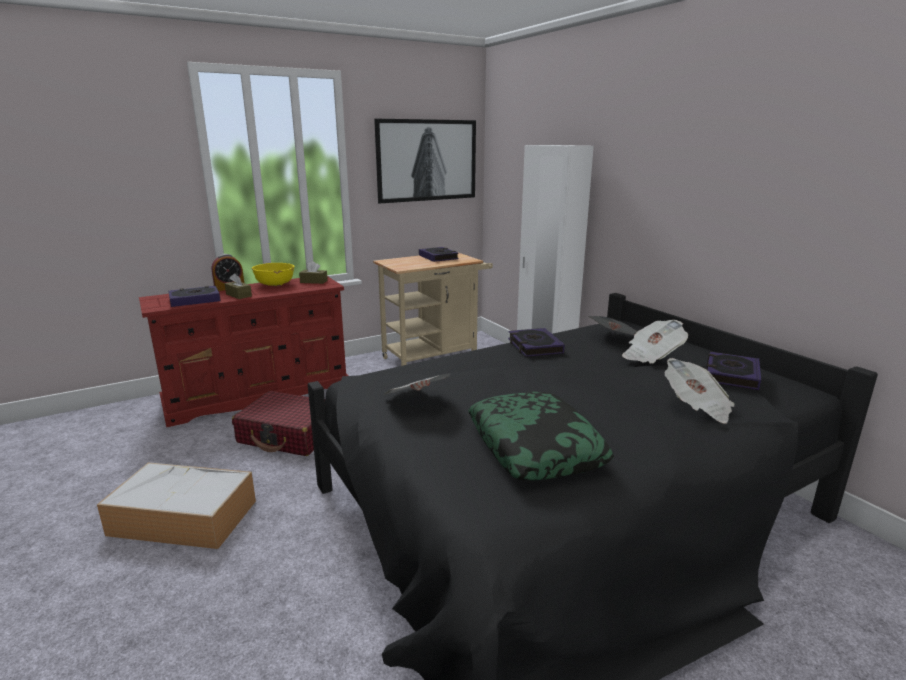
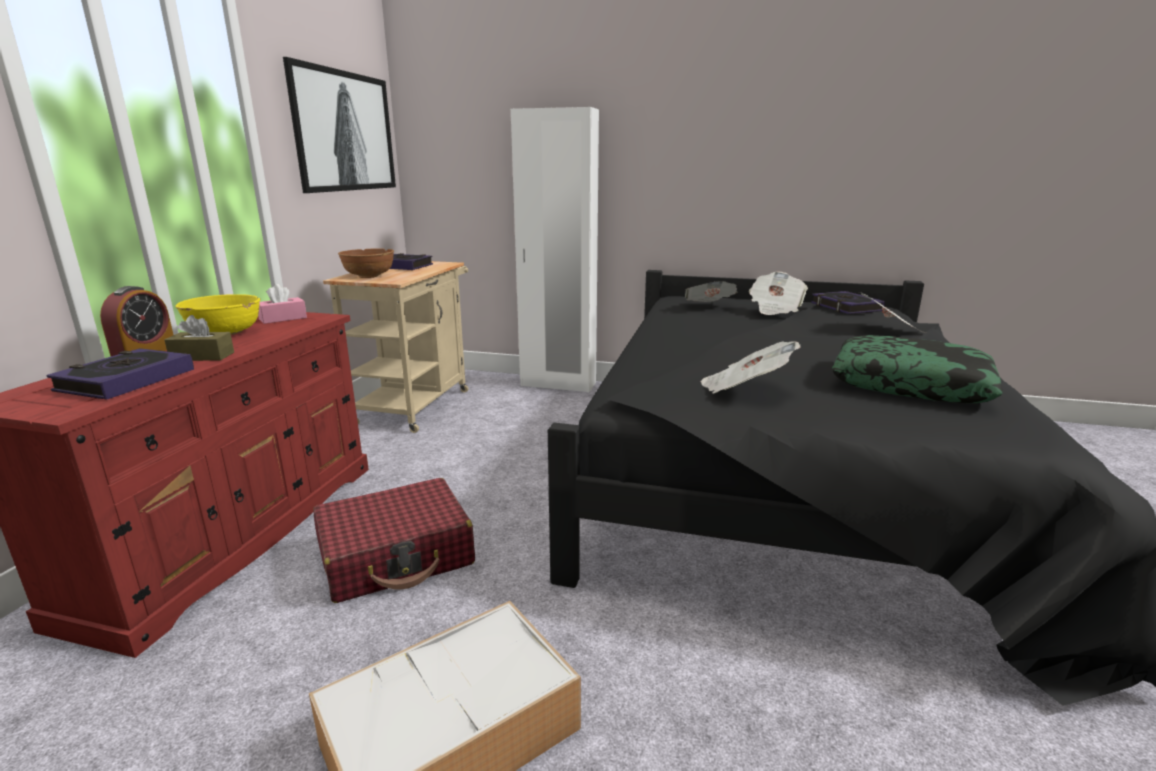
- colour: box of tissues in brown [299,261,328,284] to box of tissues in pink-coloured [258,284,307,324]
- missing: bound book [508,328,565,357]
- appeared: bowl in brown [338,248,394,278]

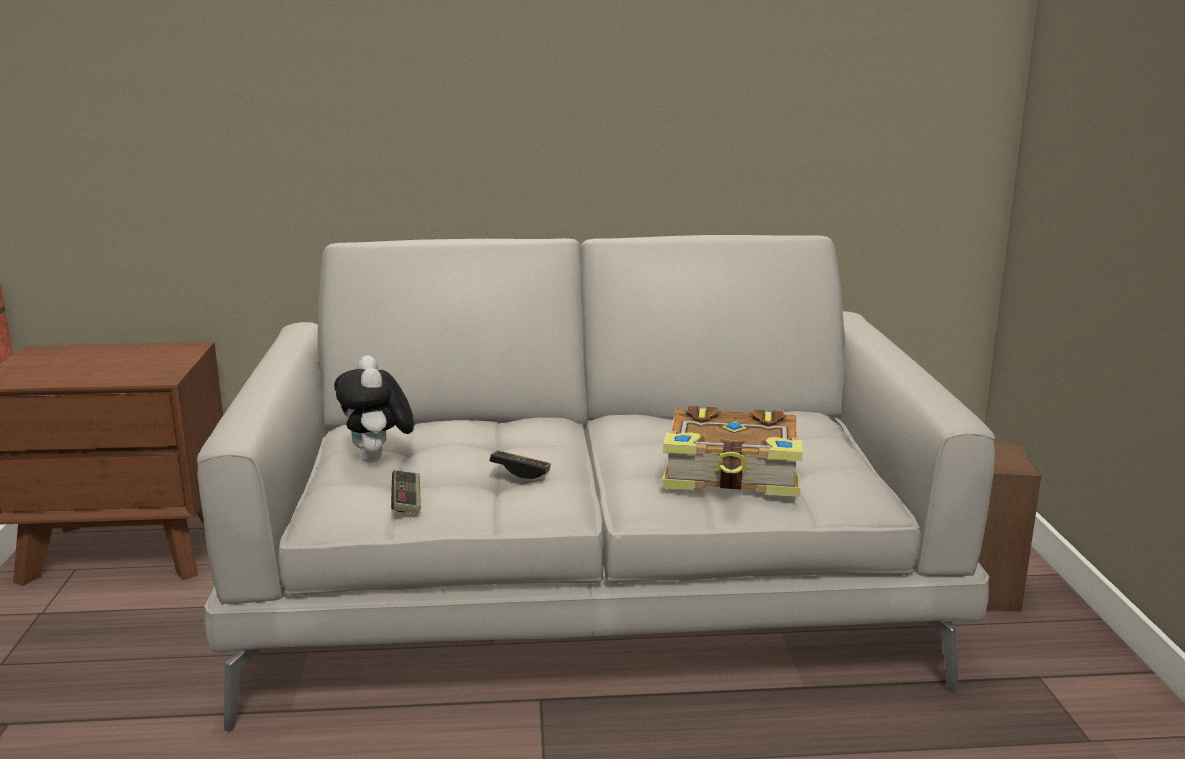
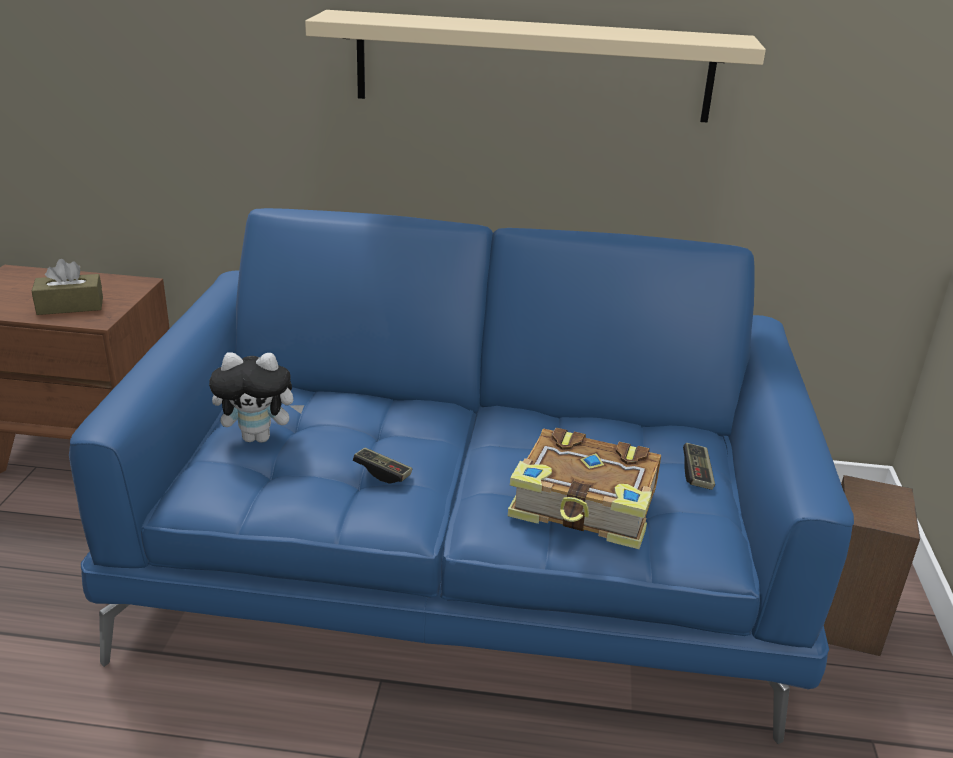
- colour: sofa in greyish [197,235,995,732] to sofa in bluish [69,208,854,744]
- spun: plush toy [334,355,414,462] = [209,352,304,443] 90 degrees counterclockwise
- relocated: joypad [391,470,421,513] to [683,443,715,490]
- appeared: box of tissues in brown [32,259,103,315]
- appeared: shelf in sand-coloured [305,10,766,123]

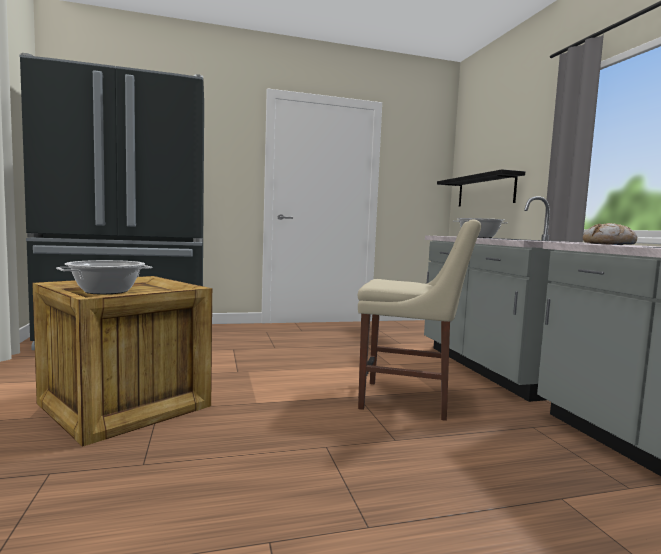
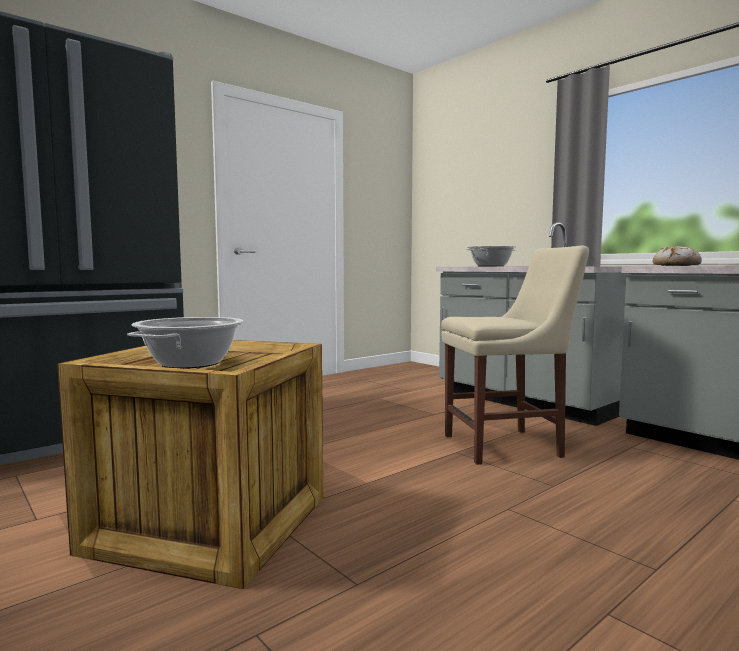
- missing: shelf in blackish [437,169,525,207]

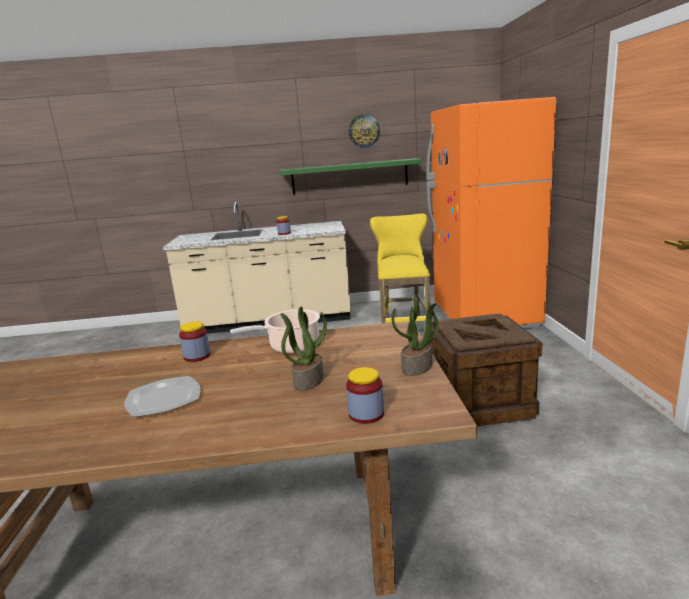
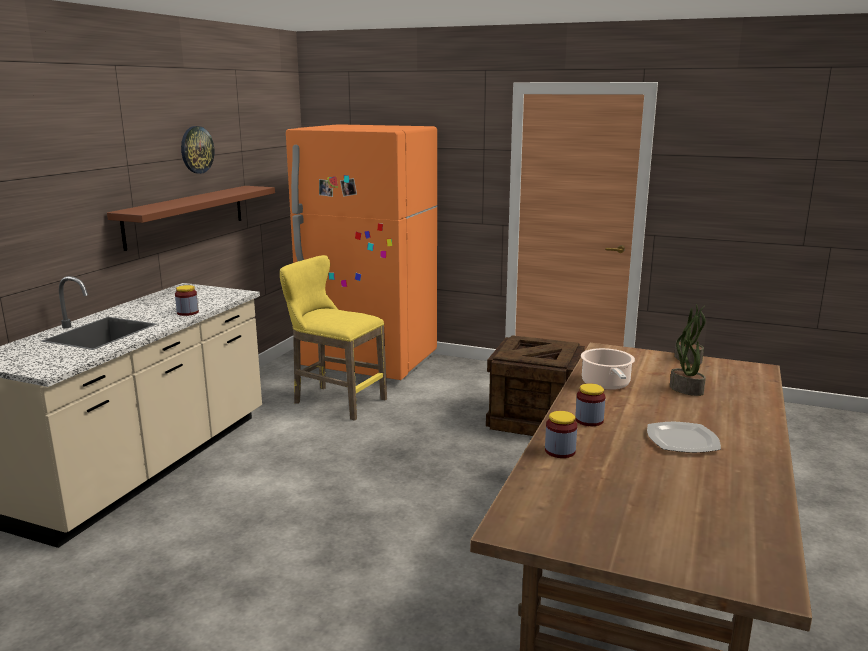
- colour: shelf in green [280,158,422,194] to shelf in brown [107,186,275,251]
- relocated: jar [346,367,384,424] to [545,411,577,458]

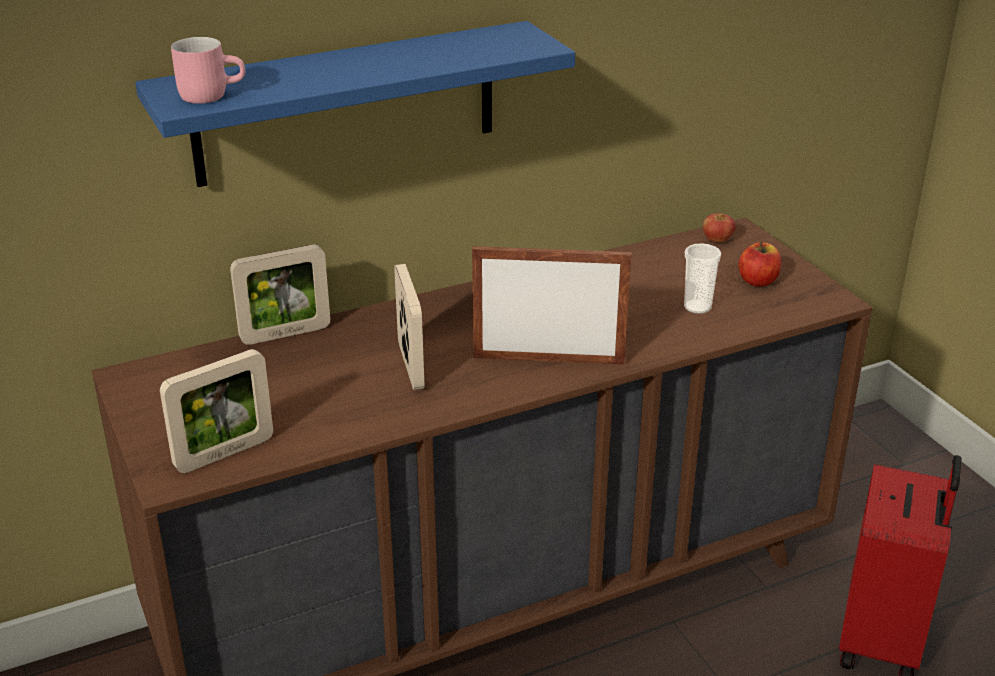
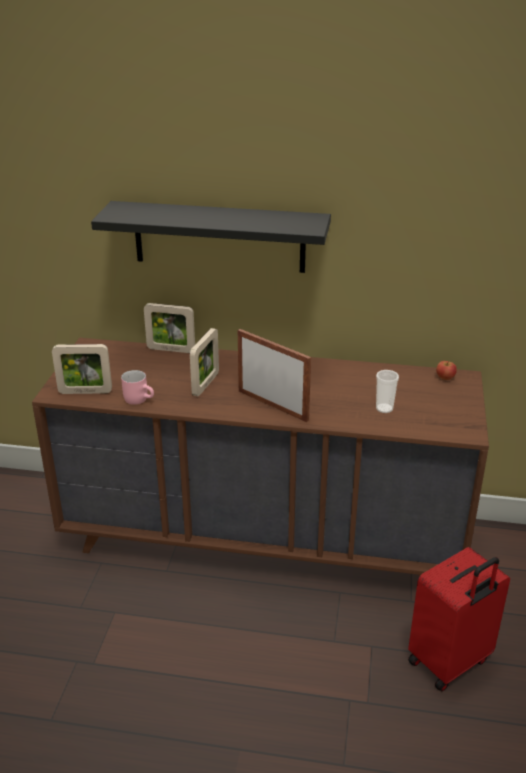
- colour: shelf in bluish [135,21,575,187] to shelf in blackish [91,201,331,273]
- relocated: mug in pink-coloured [171,37,245,104] to [121,370,154,405]
- missing: apple [738,241,781,286]

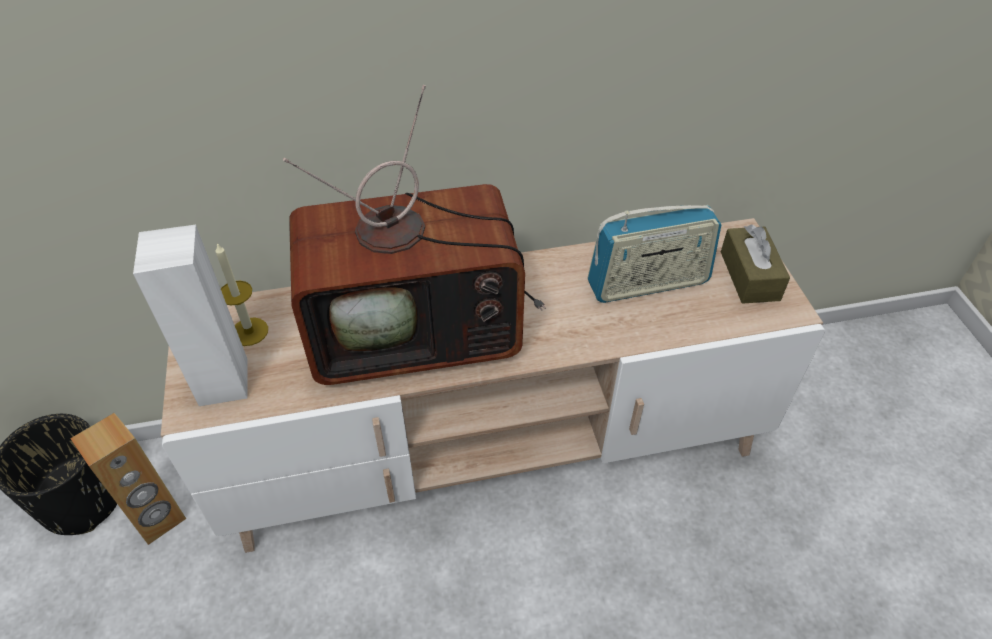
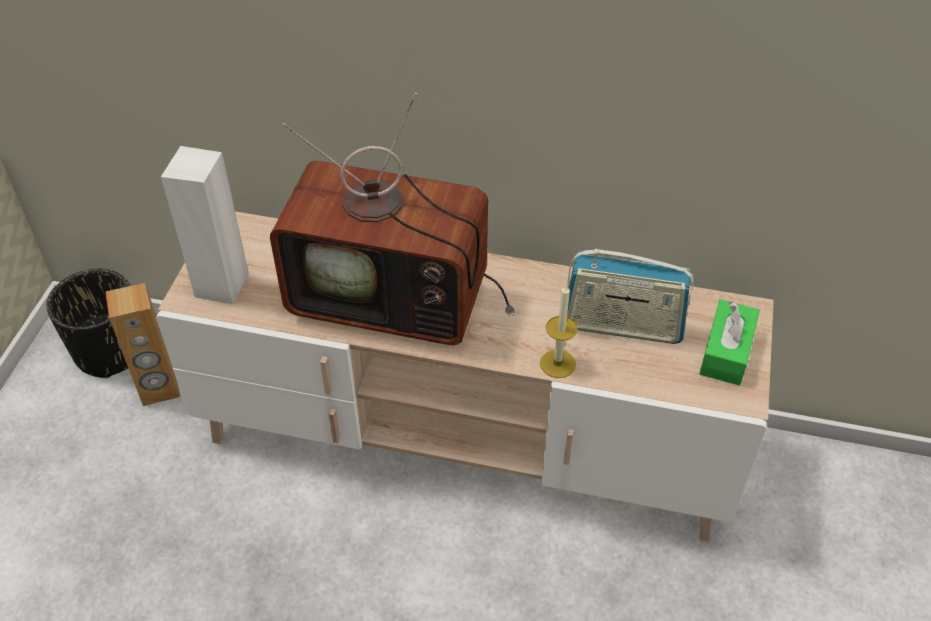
- relocated: wax light [215,243,268,346] to [540,284,578,378]
- colour: box of tissues in brown [721,225,790,304] to box of tissues in green [699,299,760,386]

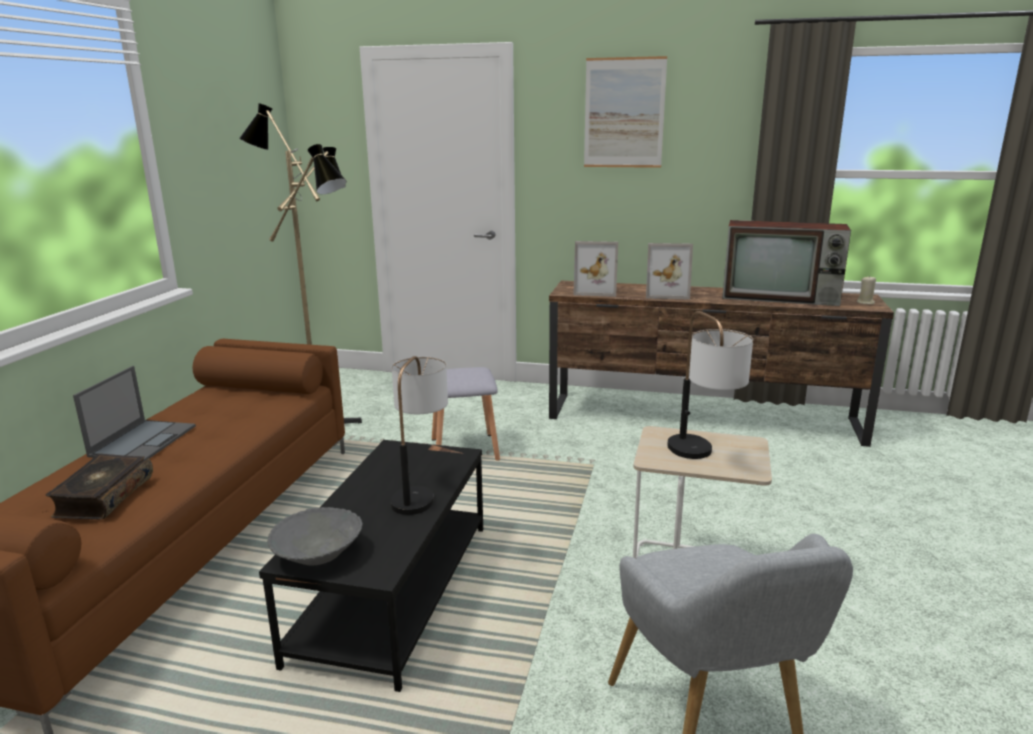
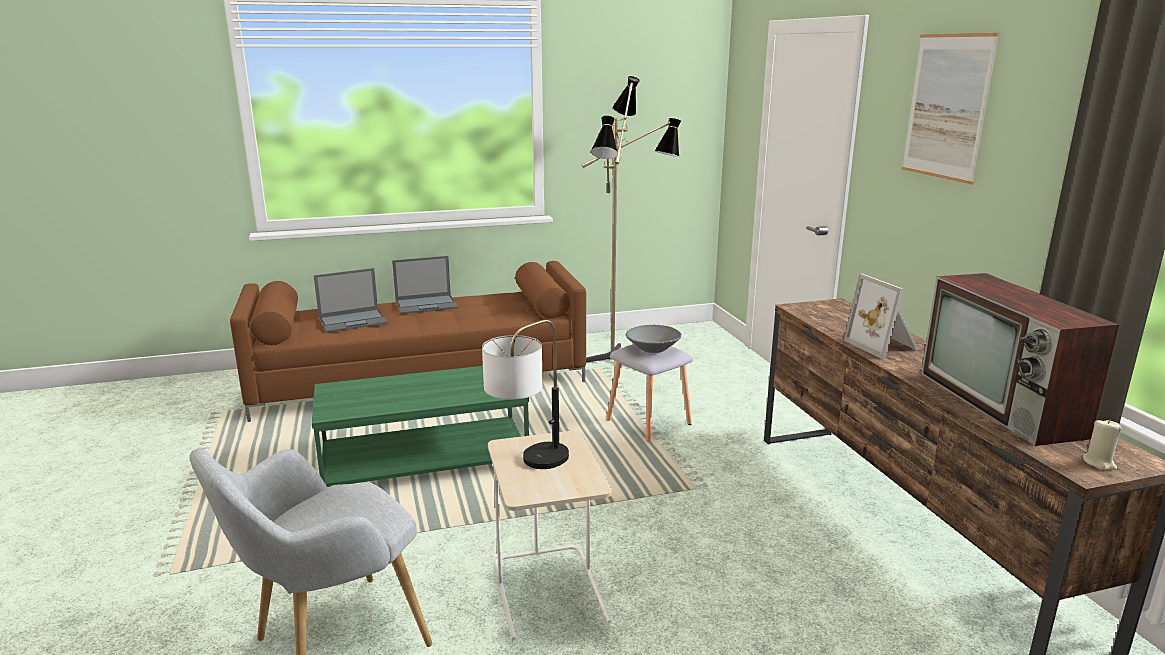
- exchanged: bound book [46,454,153,520] to notebook computer [314,268,388,333]
- colour: coffee table in blackish [259,440,483,692] to coffee table in green [312,366,529,487]
- relocated: bowl in greyish [267,507,363,565] to [626,325,682,353]
- missing: table lamp [390,356,448,515]
- missing: photo frame [573,241,618,297]

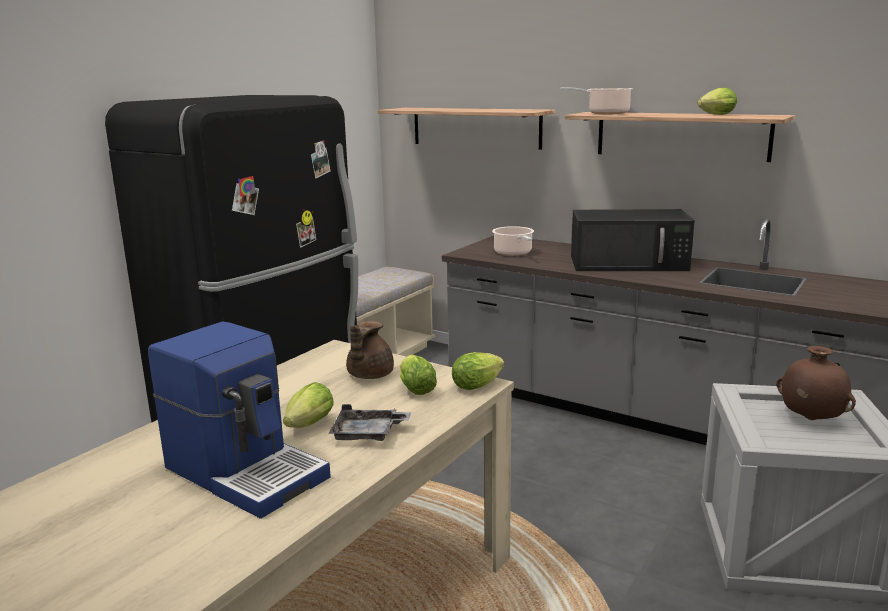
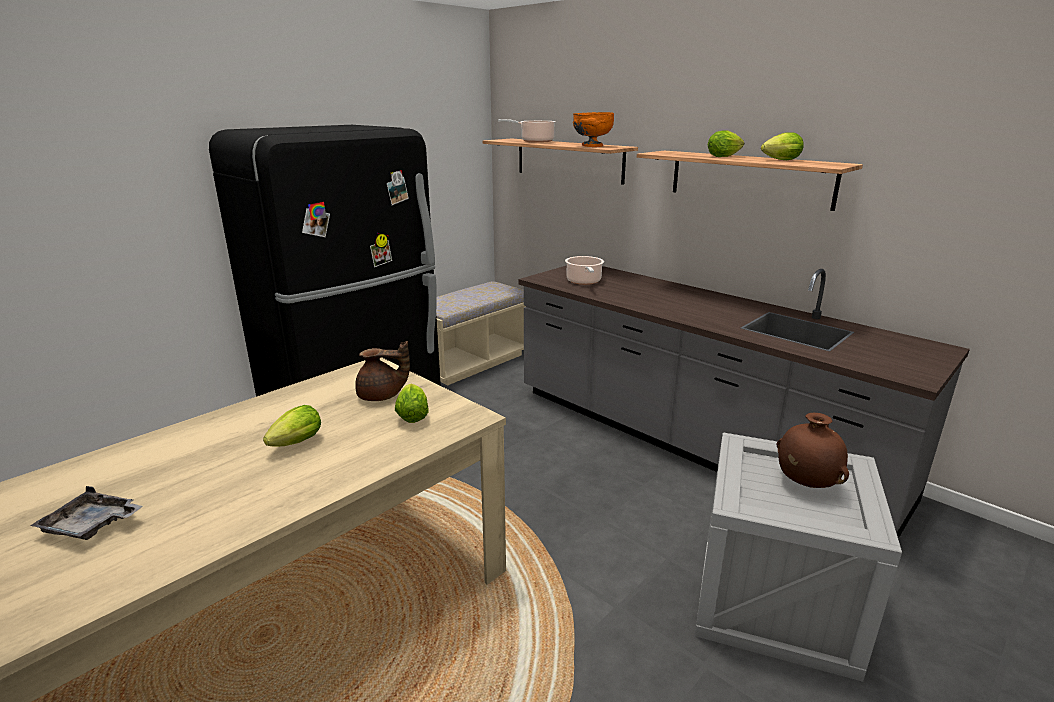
- missing: coffee maker [148,322,331,519]
- relocated: serving tray in greyish [328,404,411,441] to [30,486,143,540]
- spun: tea pot in brown [346,321,394,379] = [355,341,410,401] 120 degrees counterclockwise
- relocated: head of lettuce [452,352,504,390] to [708,131,744,157]
- relocated: stockpot [560,87,633,114] to [498,119,556,143]
- missing: kitchen microwave in blackish [571,209,695,271]
- appeared: bowl in orange-coloured [573,112,614,147]

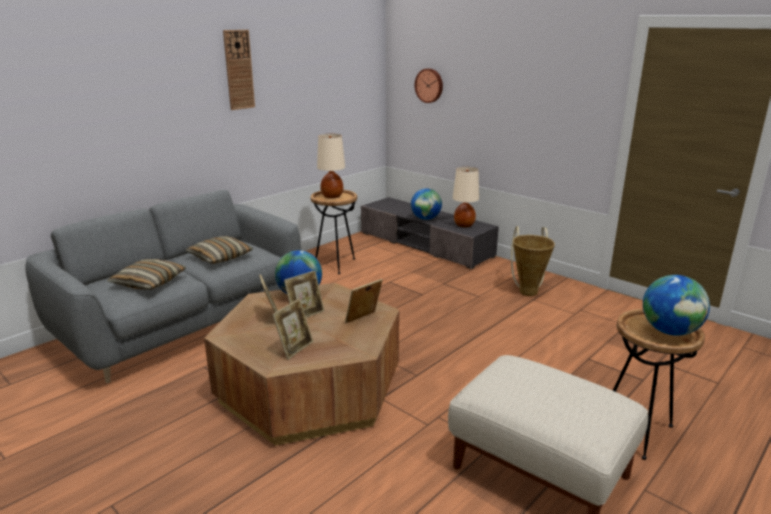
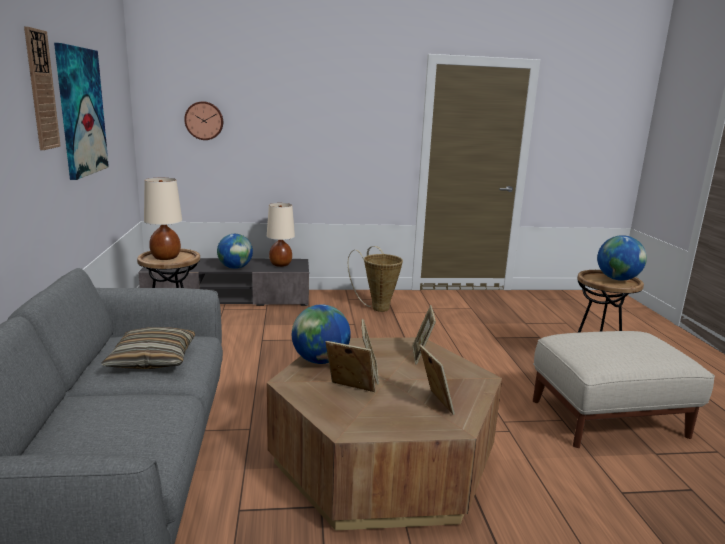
- missing: pillow [107,259,186,290]
- appeared: wall picture [54,43,109,180]

